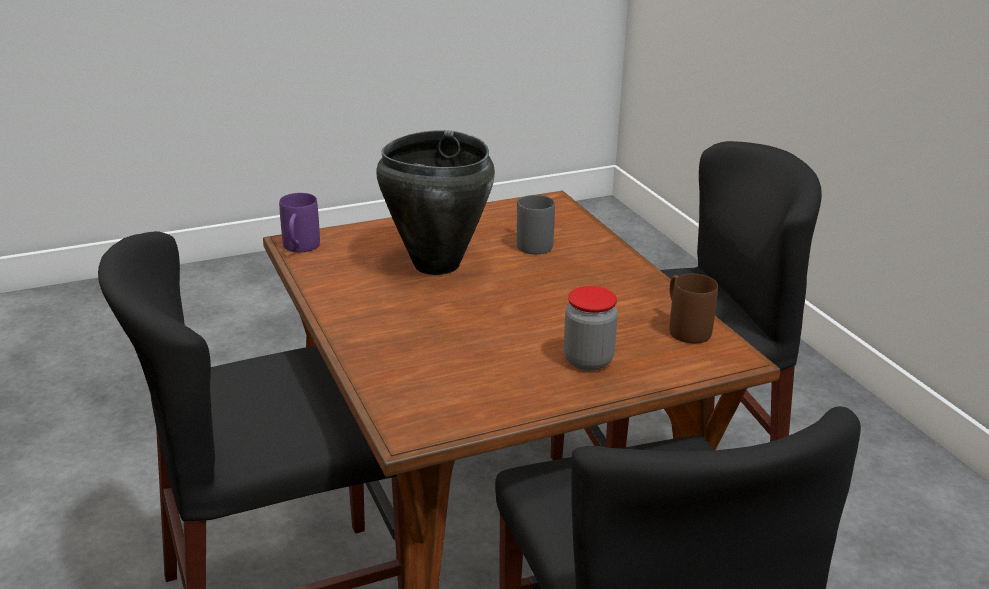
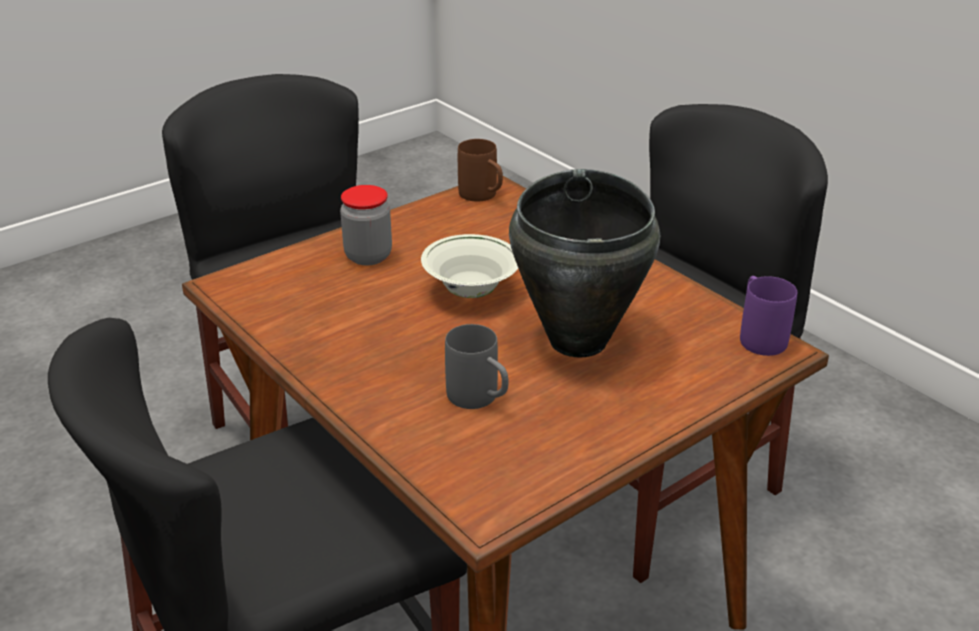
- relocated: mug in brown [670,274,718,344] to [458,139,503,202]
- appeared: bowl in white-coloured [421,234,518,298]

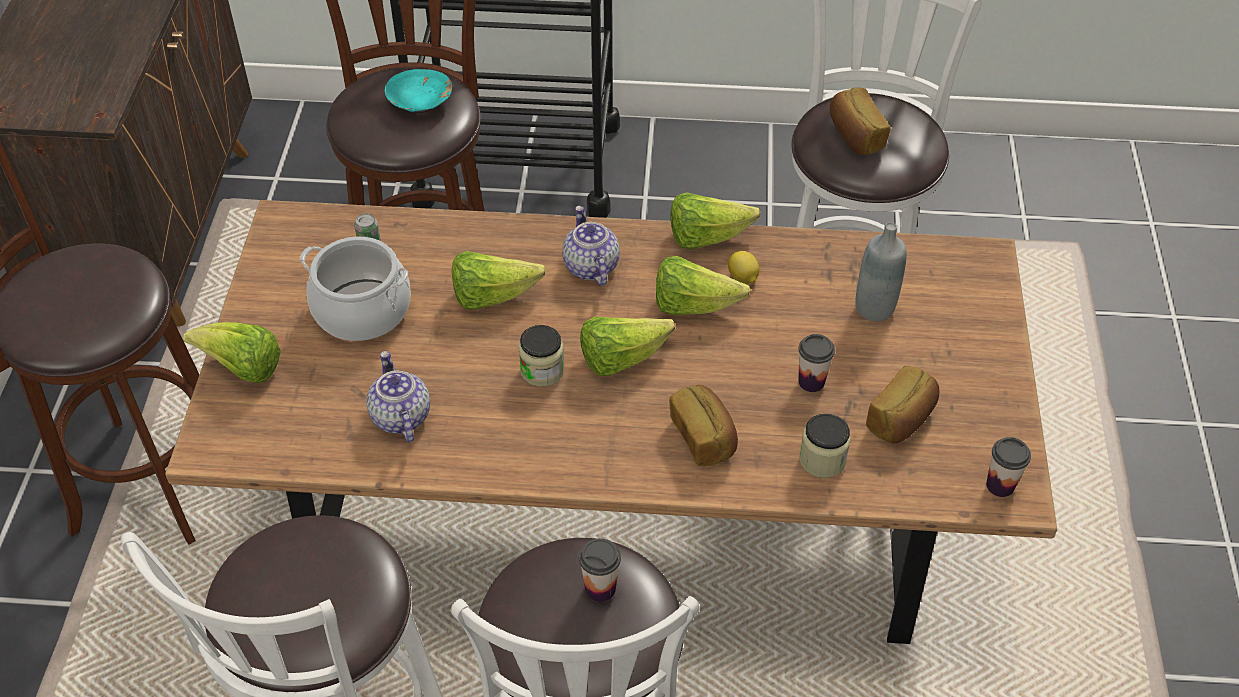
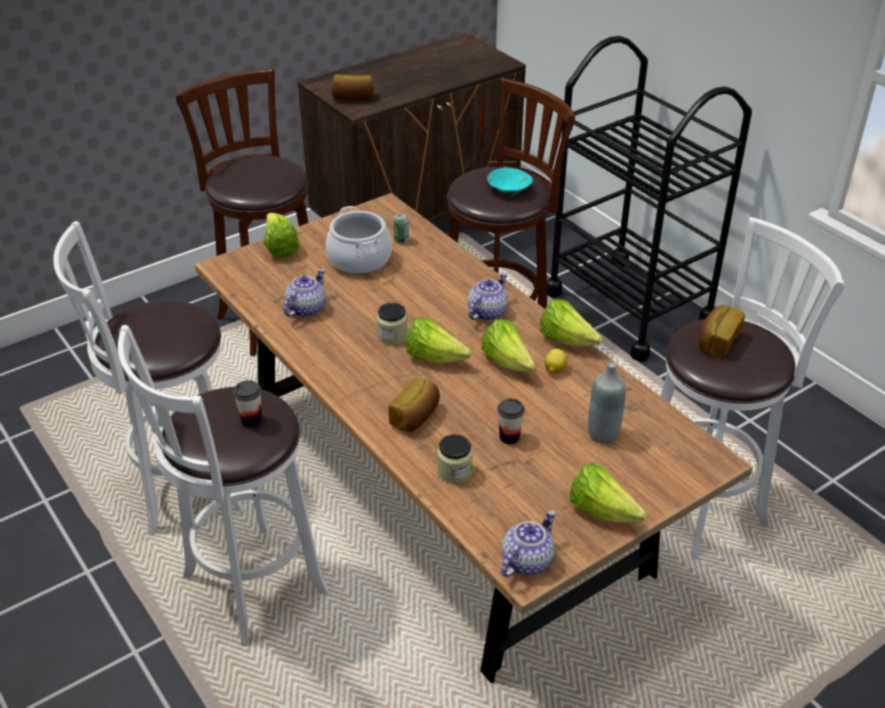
- relocated: head of lettuce [452,251,546,310] to [570,463,647,522]
- relocated: bread [866,366,940,443] to [331,74,374,101]
- exchanged: cup [986,437,1031,497] to tea pot [501,510,556,577]

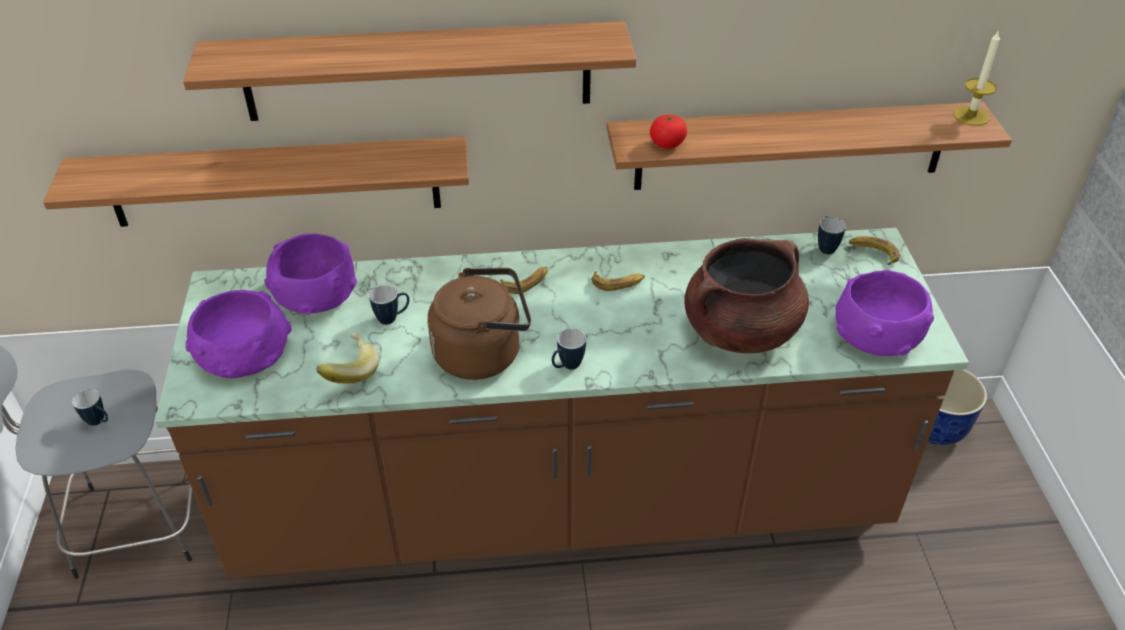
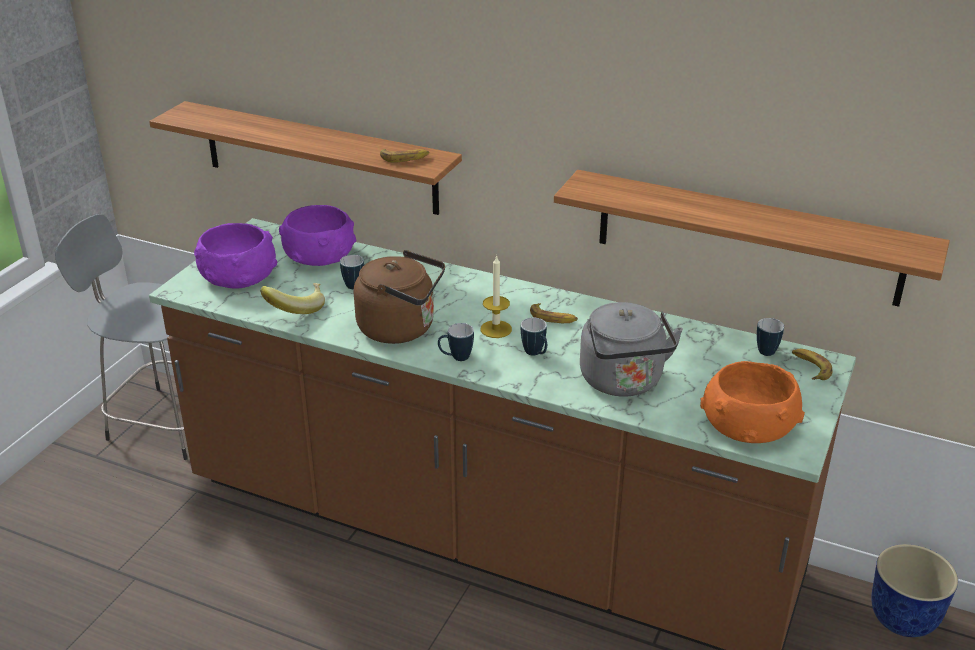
- relocated: mug [72,389,108,426] to [521,318,547,355]
- missing: shelf [183,21,636,121]
- relocated: banana fruit [500,267,548,294] to [380,149,429,163]
- missing: fresh tomato [650,114,687,149]
- exchanged: stockpot in brown [685,238,809,353] to water kettle in greyish [580,302,683,397]
- colour: bowl in purple [835,270,934,356] to bowl in orange-coloured [700,361,805,443]
- relocated: wax light [954,30,1000,126] to [481,255,512,338]

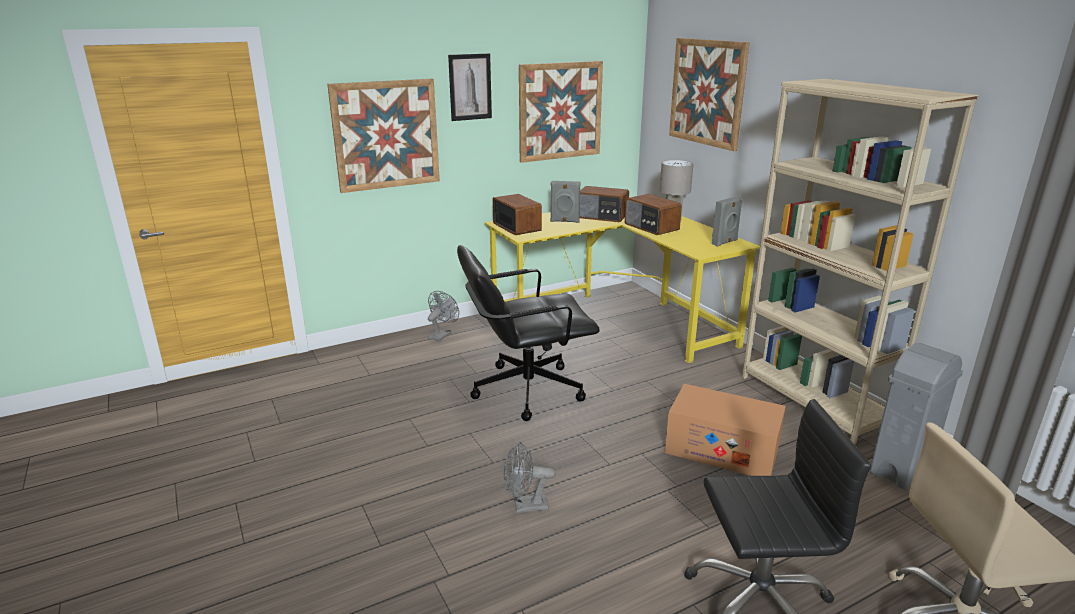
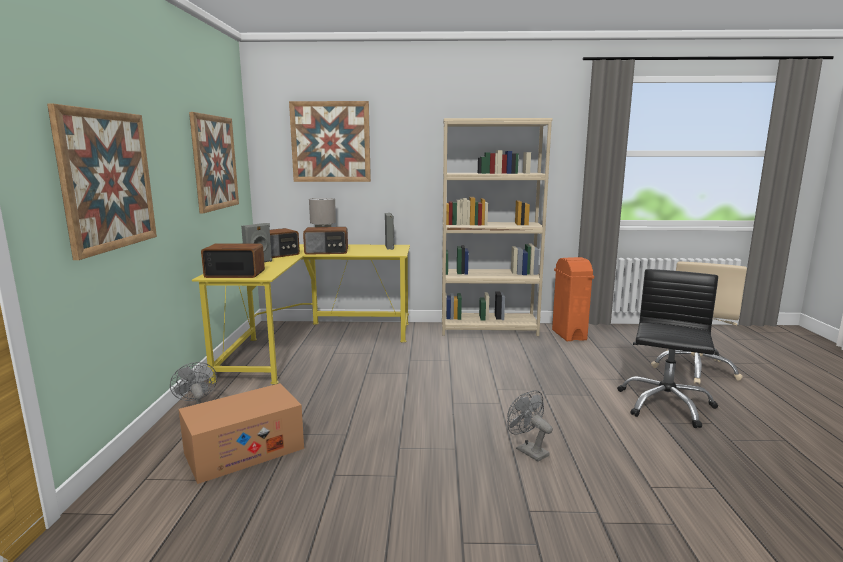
- missing: wall picture [448,53,492,121]
- missing: office chair in blackish [457,245,600,421]
- spun: fan in greyish [504,442,555,513] = [507,390,553,461] 120 degrees clockwise
- relocated: carton [665,384,786,476] to [179,383,304,484]
- colour: trash can in greyish [870,343,963,490] to trash can in orange-coloured [552,257,594,341]

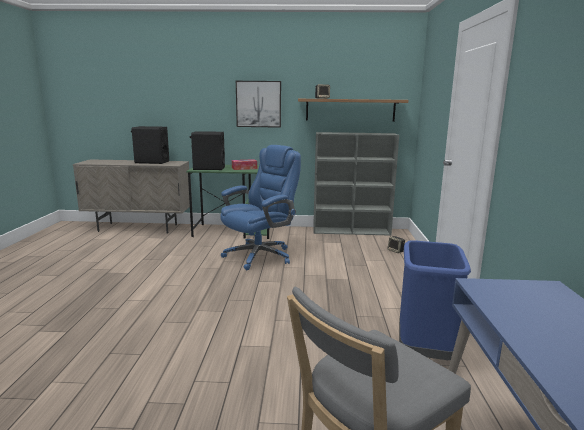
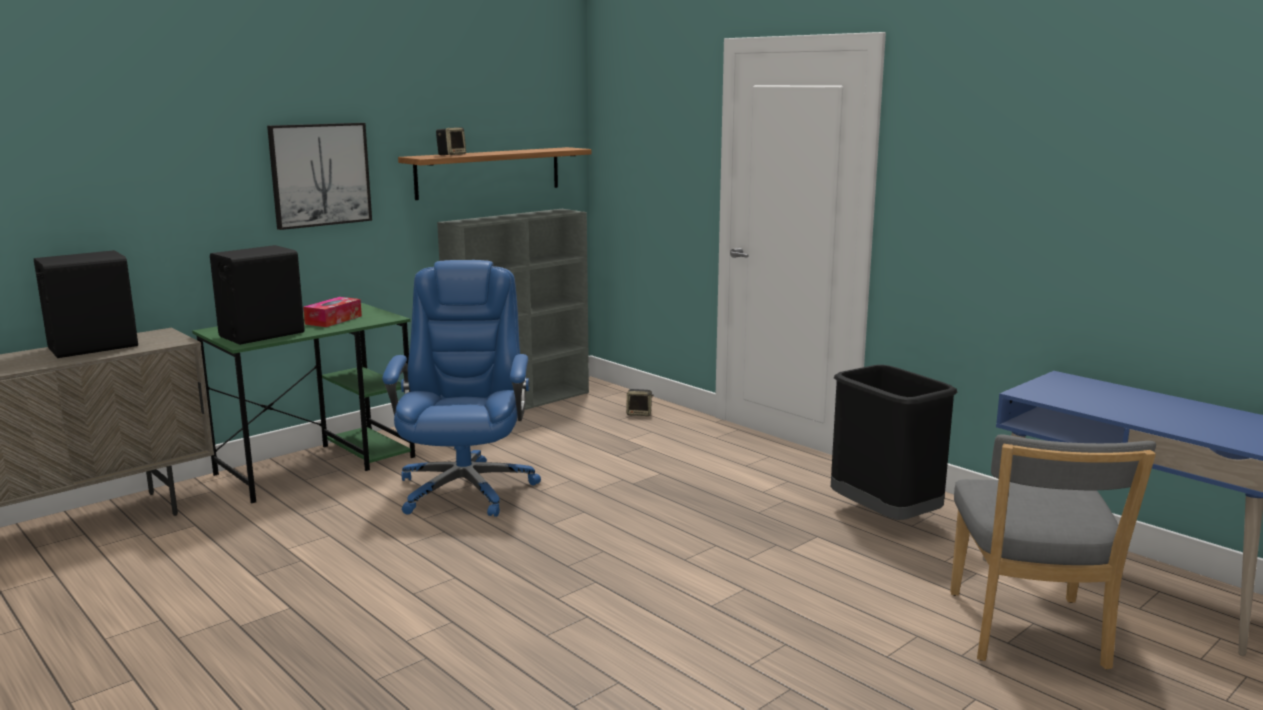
- colour: trash can in bluish [399,240,471,360] to trash can in blackish [831,365,958,520]

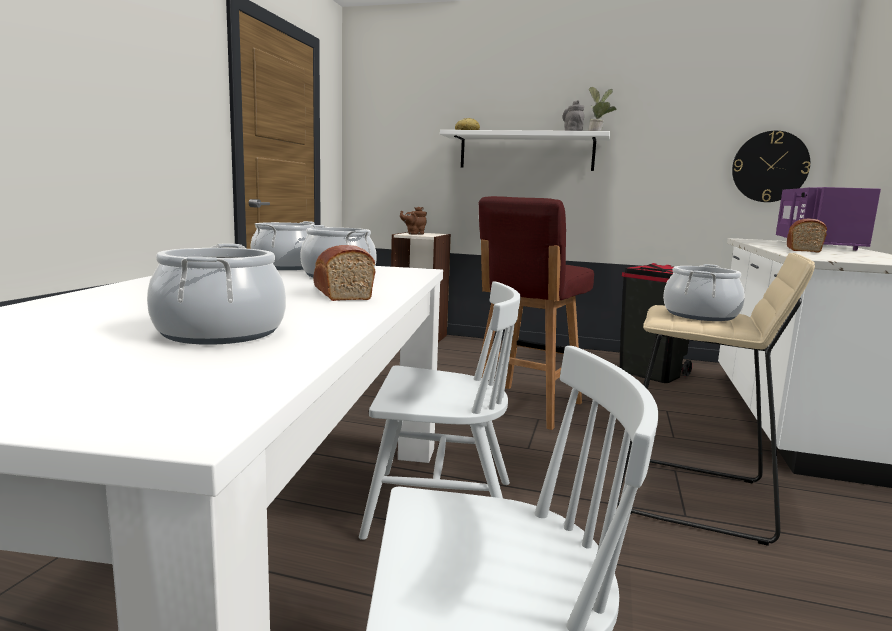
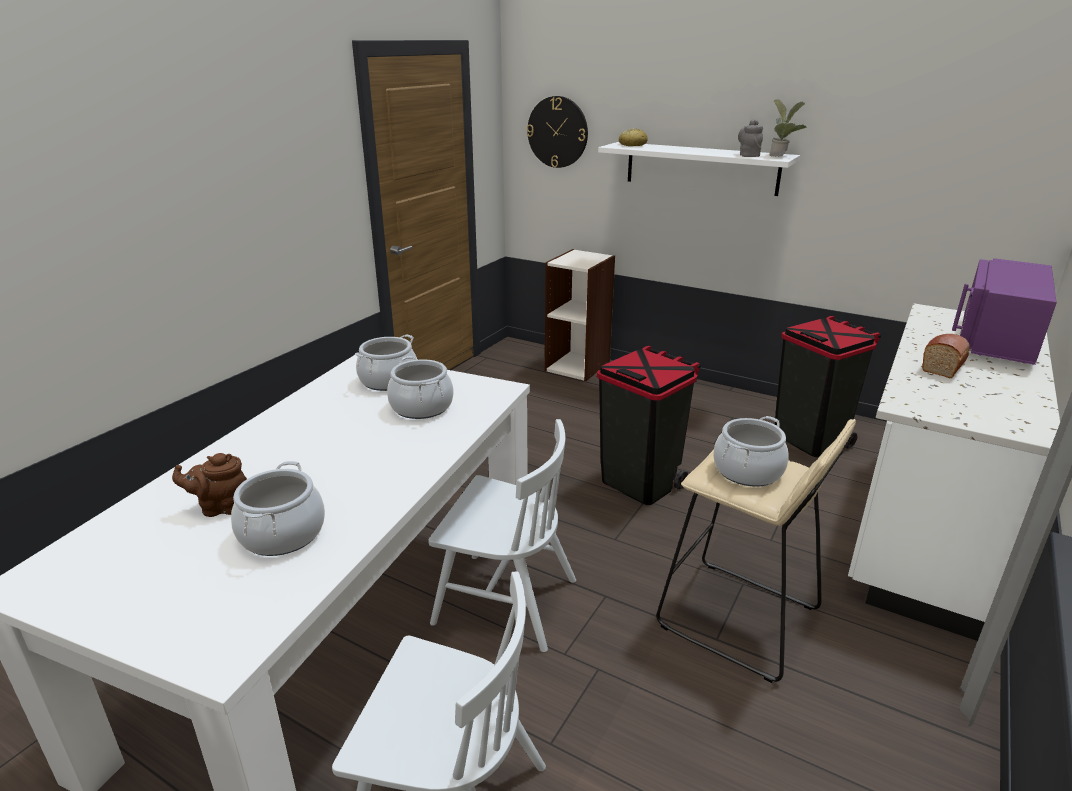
- missing: bread [313,245,376,301]
- relocated: tea pot in brown [400,207,427,235] to [172,453,247,517]
- exchanged: sitting stool in red-coloured [478,196,594,430] to trash can in blackish [597,346,701,505]
- relocated: clock on the wall [732,131,810,202] to [527,96,588,168]

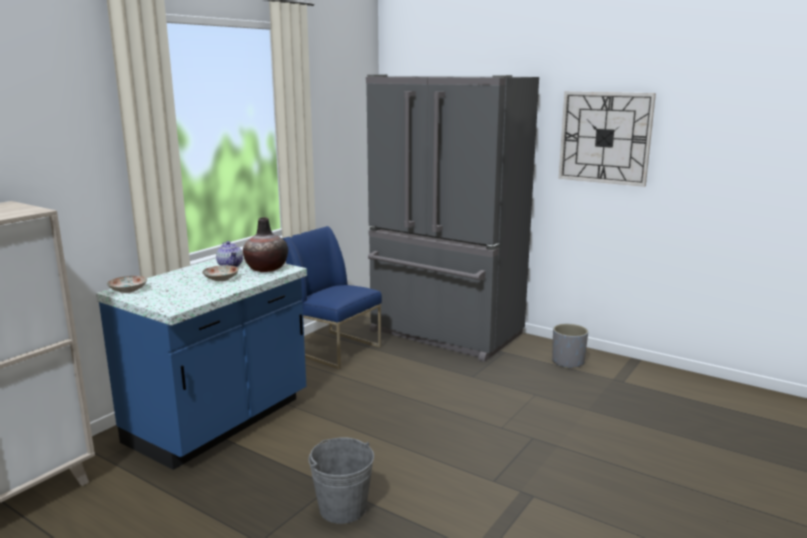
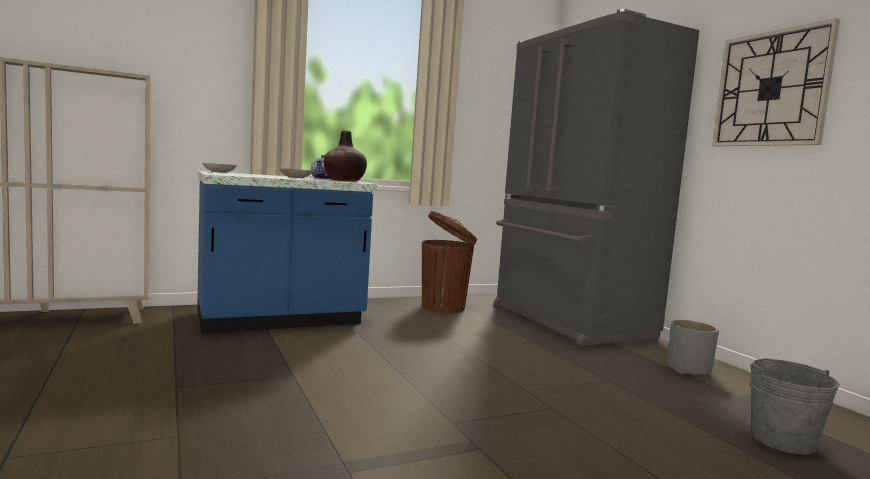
- exchanged: plain chair in bluish [283,226,382,369] to trash can in brown [422,211,477,313]
- relocated: bucket in greyish [308,437,374,524] to [750,358,840,455]

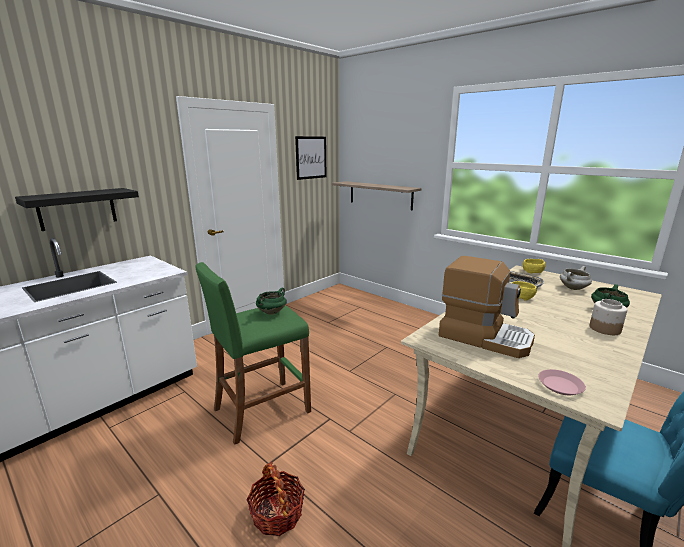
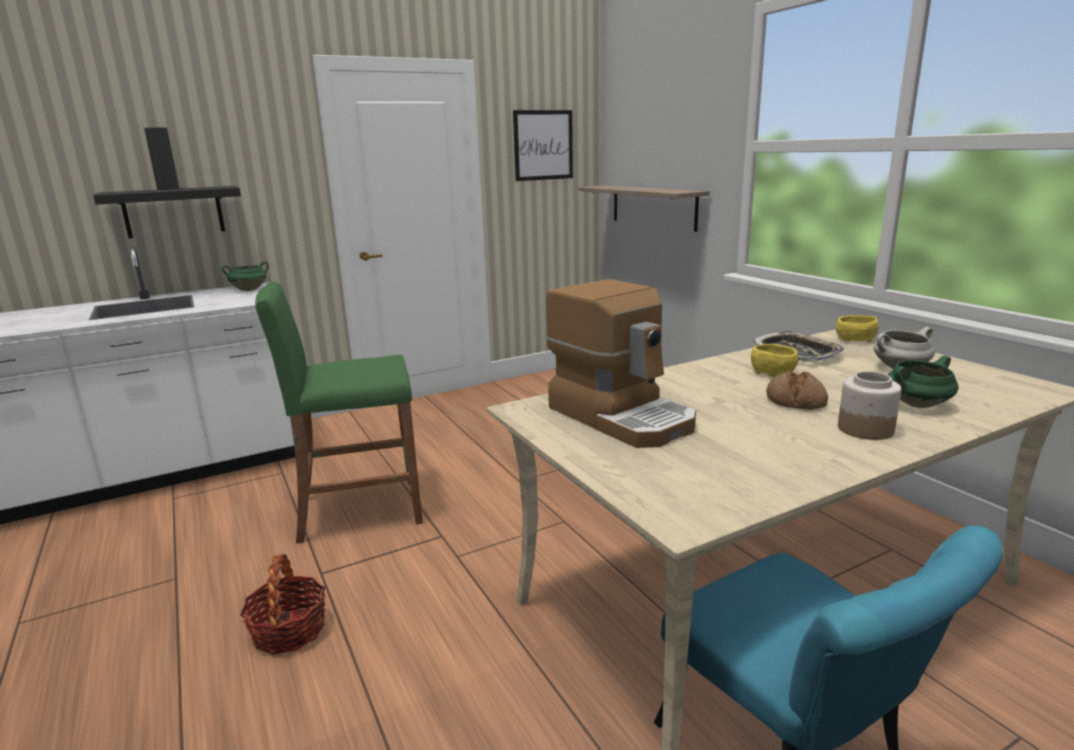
- relocated: stockpot in green [256,288,287,315] to [221,261,269,291]
- missing: plate in pink-coloured [538,369,586,395]
- appeared: flower vase in blackish [144,127,179,190]
- appeared: bread [766,371,828,410]

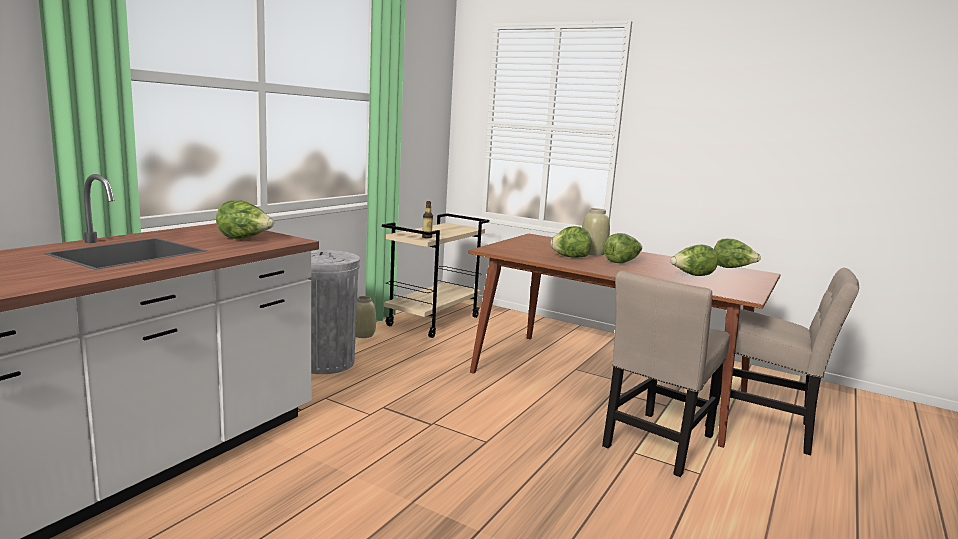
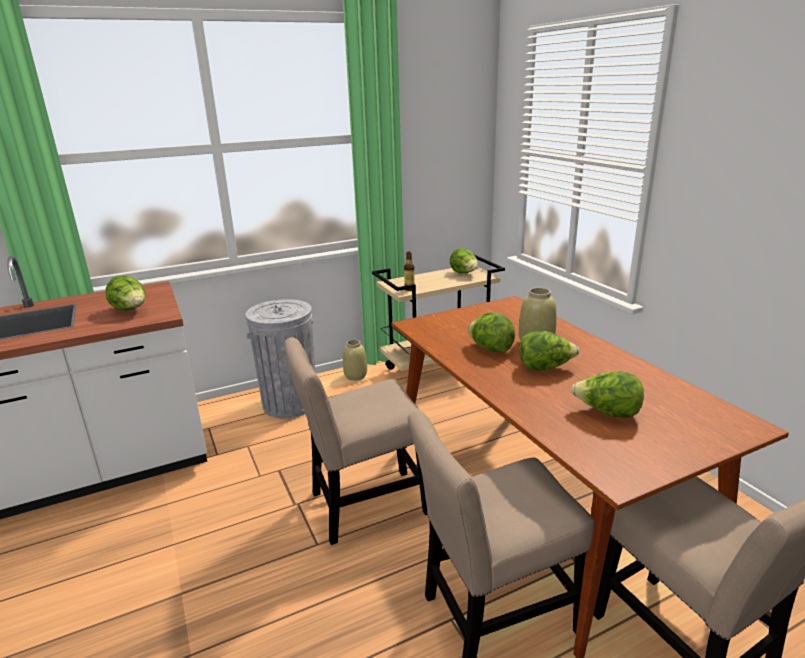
- relocated: head of lettuce [714,239,761,268] to [450,248,478,273]
- appeared: plain chair in sand-coloured [284,337,427,545]

